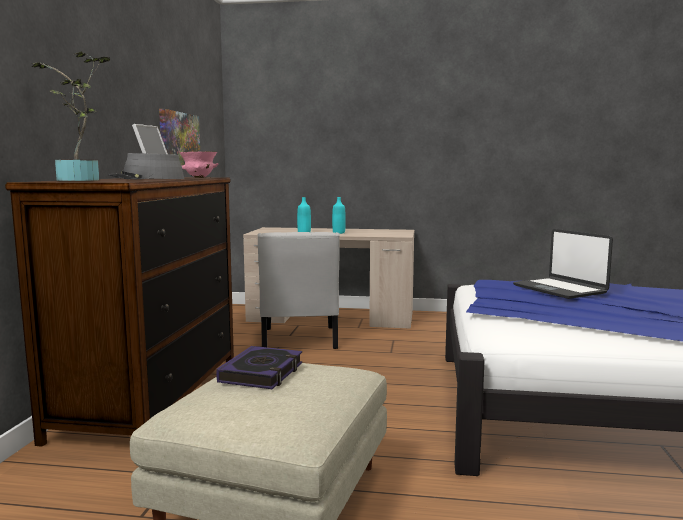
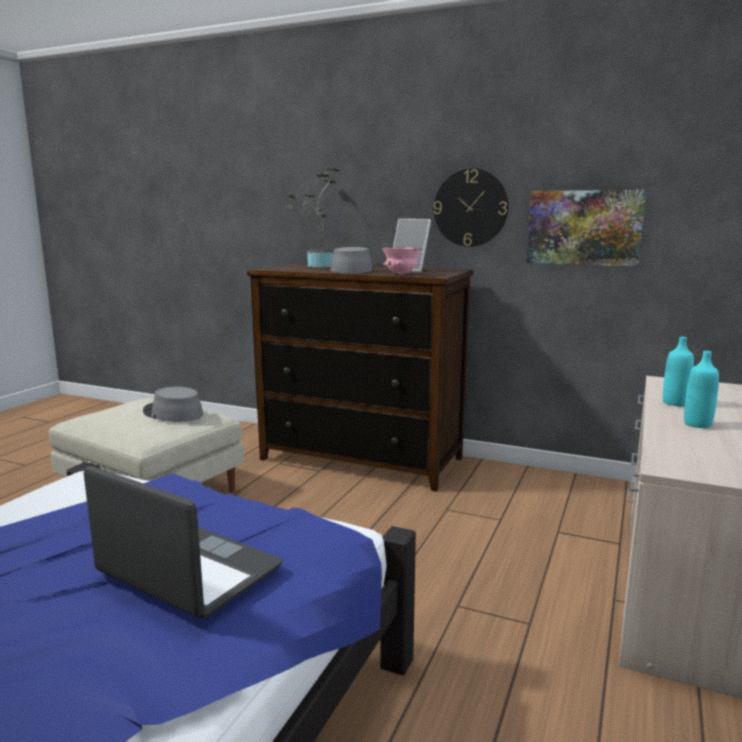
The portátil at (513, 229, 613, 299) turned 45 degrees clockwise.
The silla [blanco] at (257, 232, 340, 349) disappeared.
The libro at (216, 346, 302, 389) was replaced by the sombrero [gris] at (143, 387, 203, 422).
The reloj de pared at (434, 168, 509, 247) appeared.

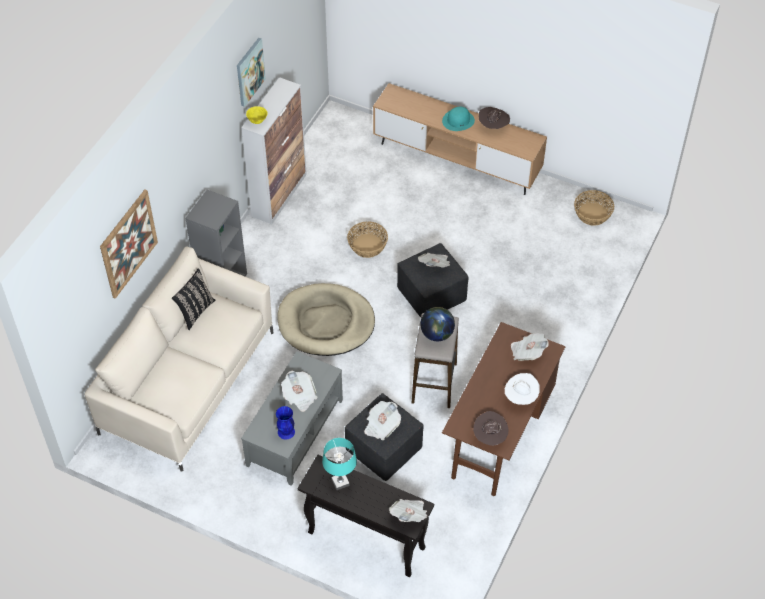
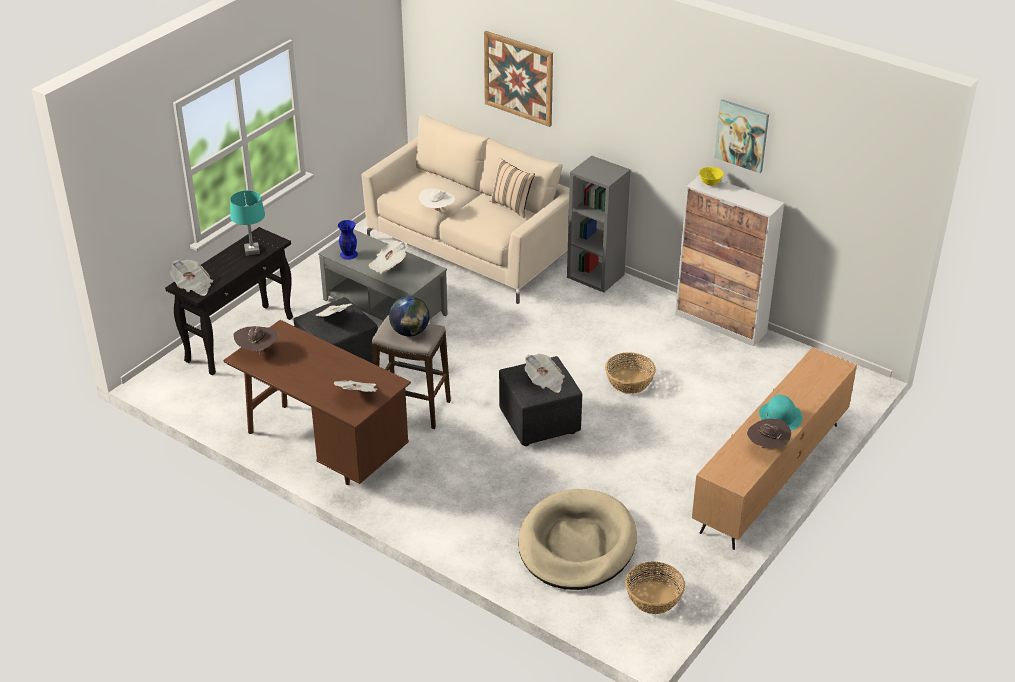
The cojín [negro] at (172, 268, 215, 330) became the cojín [beis] at (489, 158, 535, 218).
The cama para perro [beis] moved from (277, 283, 375, 356) to (518, 489, 637, 590).
The sombrero [blanco] moved from (505, 373, 540, 405) to (419, 189, 455, 212).

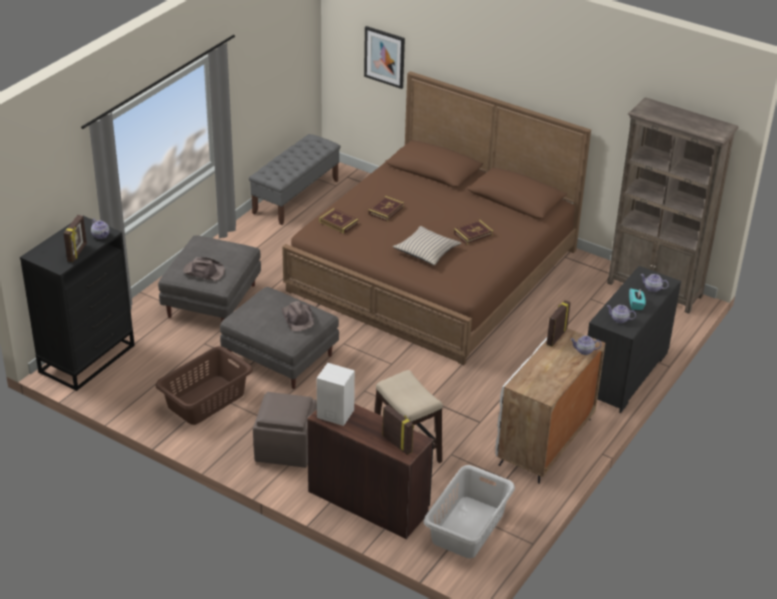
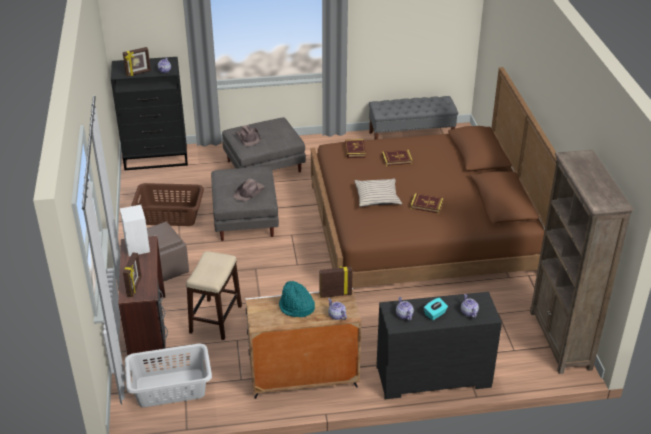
The cuadro at (364, 26, 405, 89) disappeared.
The sombrero [turquesa] at (279, 281, 315, 317) appeared.

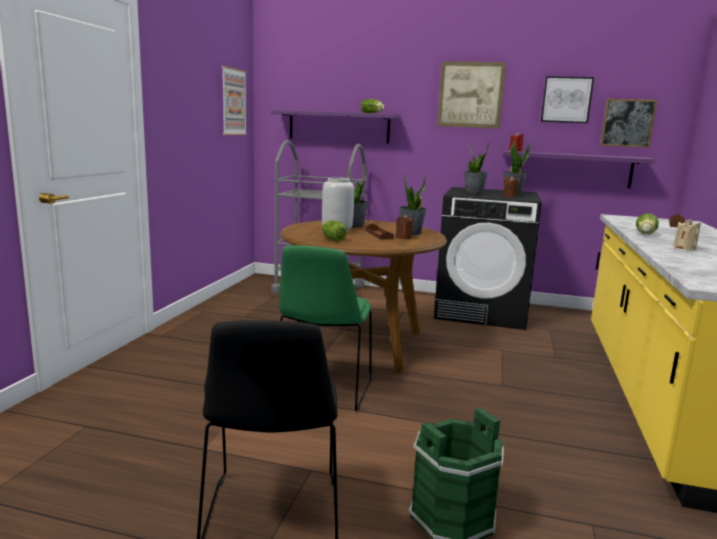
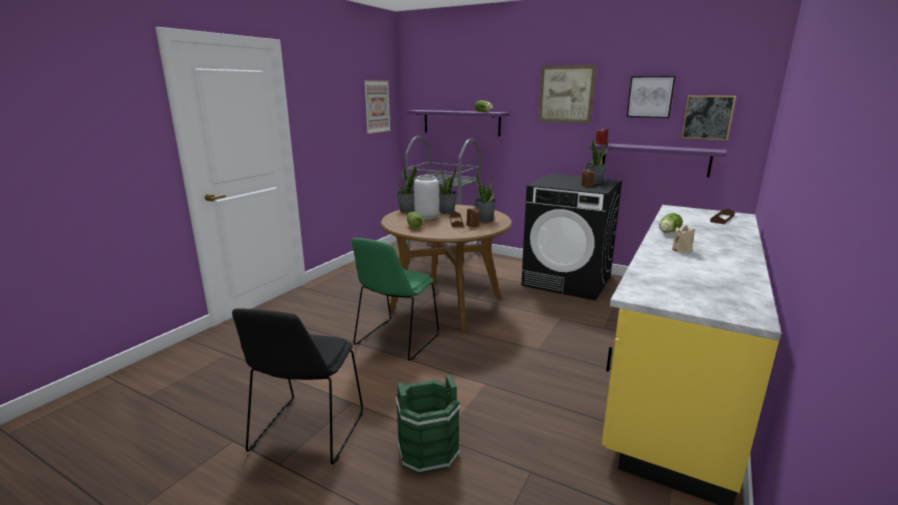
The planta en maceta moved from (464, 140, 489, 194) to (396, 165, 417, 213).

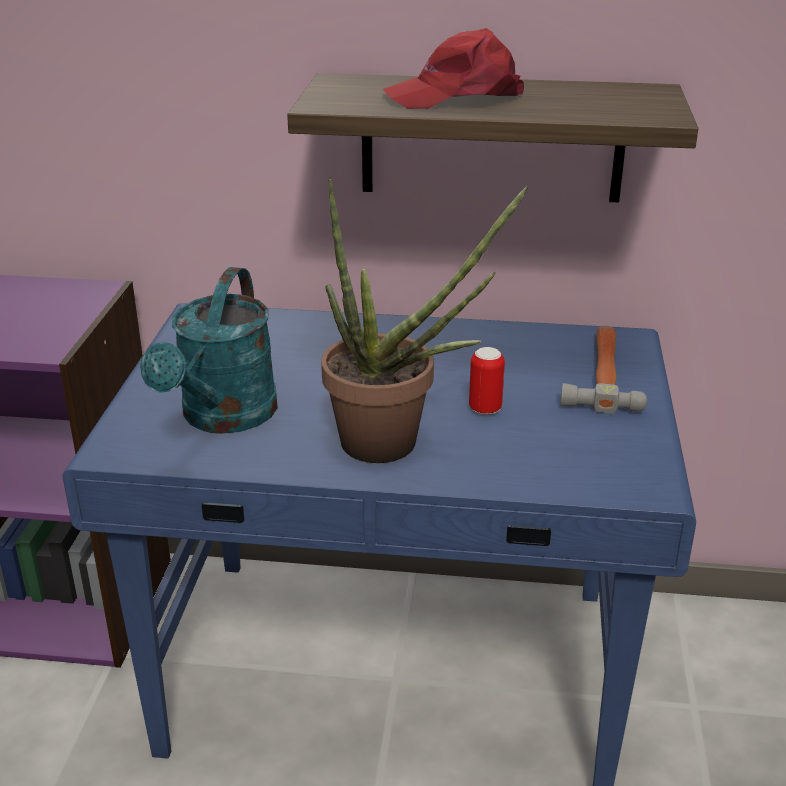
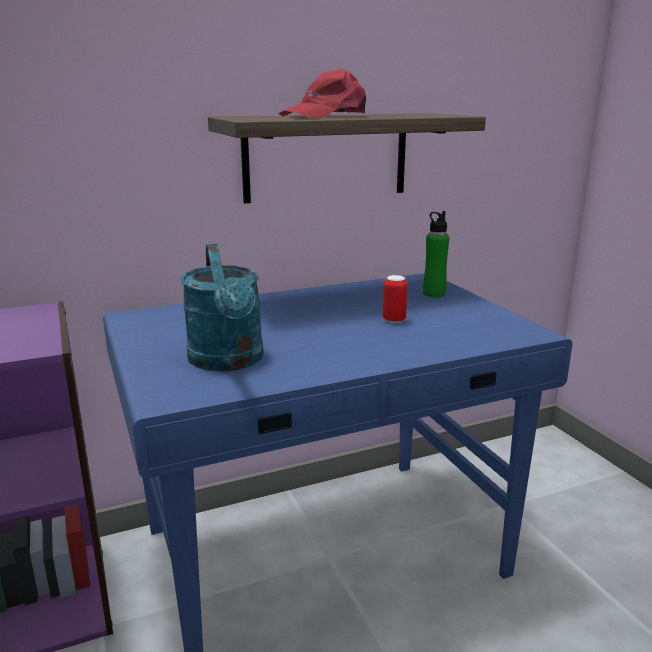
The planta en maceta at (321, 179, 528, 463) disappeared.
The martillo at (560, 326, 647, 414) was replaced by the botella [verde] at (423, 211, 449, 297).

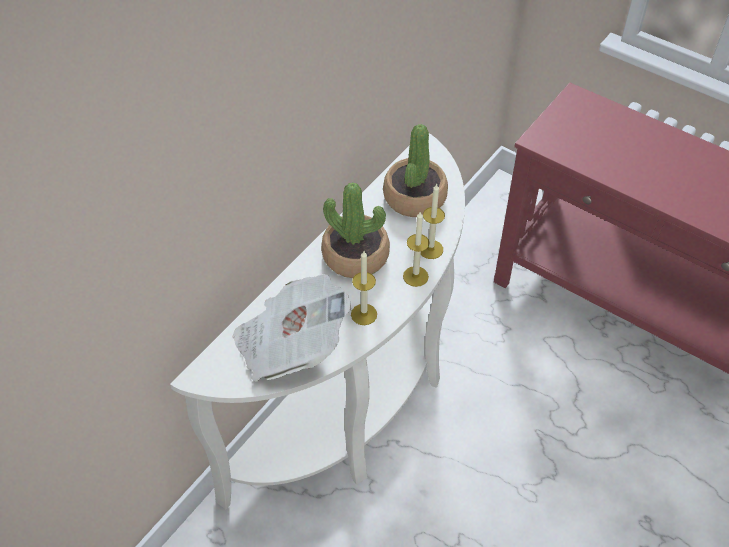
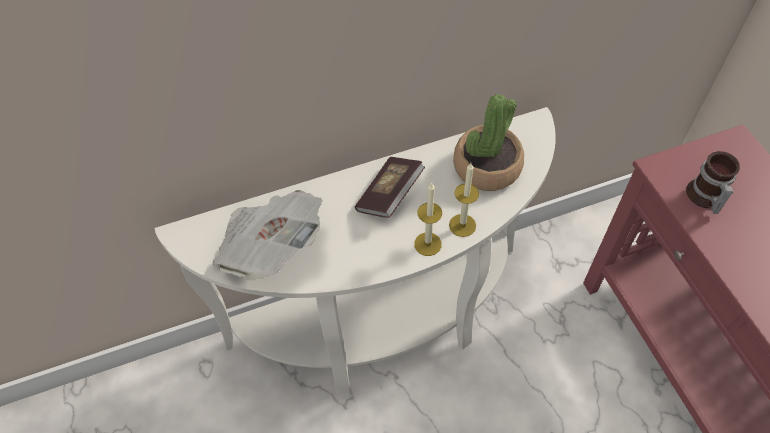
The planta en maceta at (321, 182, 390, 278) was replaced by the libro at (355, 157, 425, 218).
The vela at (351, 251, 377, 325) disappeared.
The taza grande at (686, 151, 740, 214) appeared.

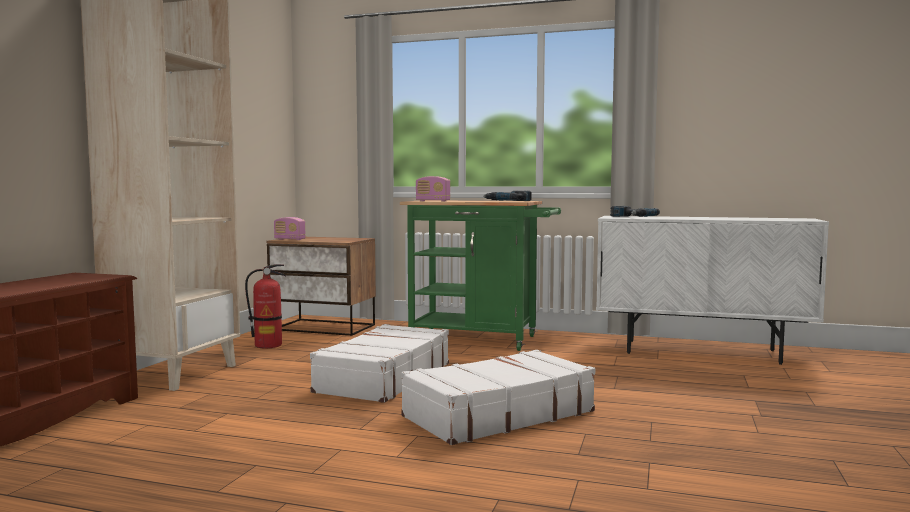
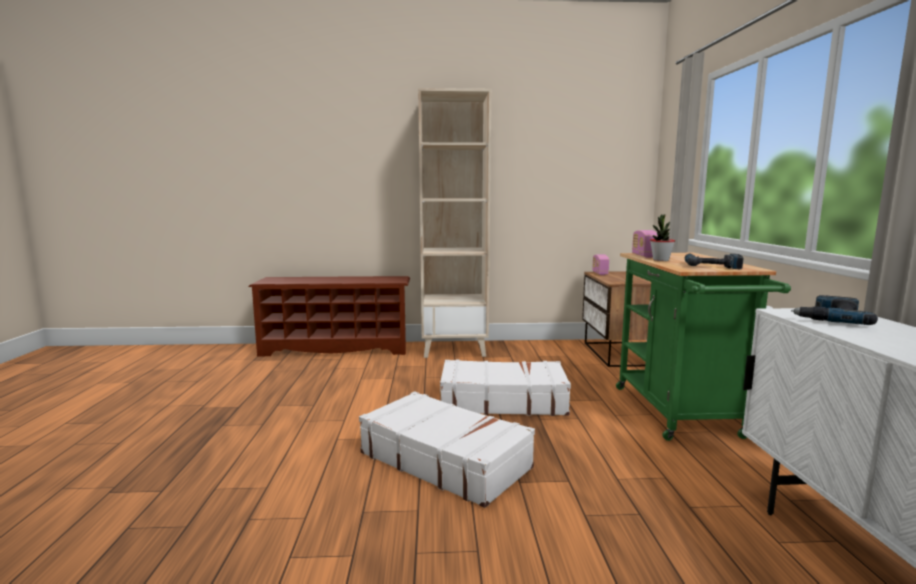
The extintor at (245, 264, 286, 348) disappeared.
The planta en maceta at (650, 214, 675, 261) appeared.

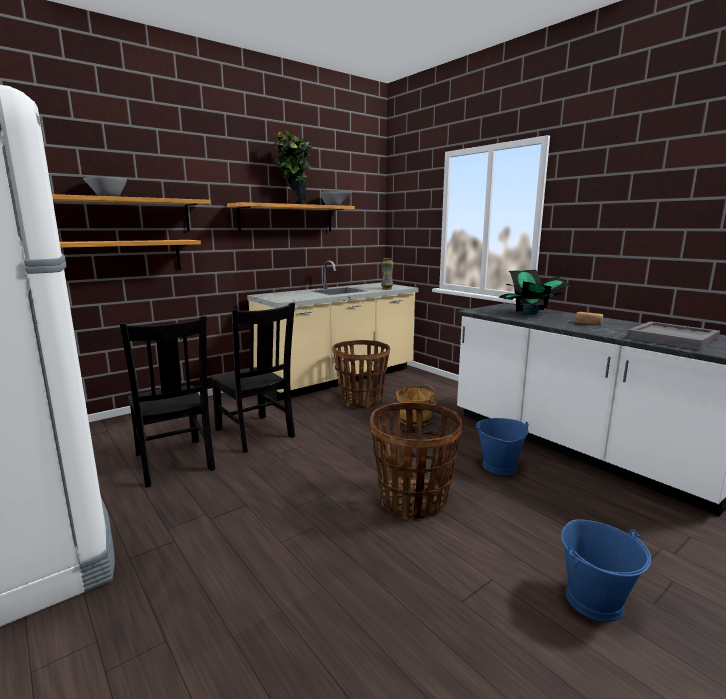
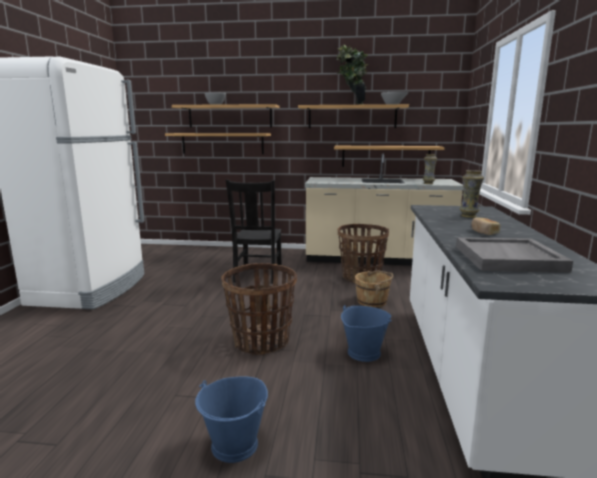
The planta en maceta at (498, 270, 570, 315) was replaced by the florero at (460, 170, 484, 218).
The silla [negro] at (120, 316, 215, 487) disappeared.
The estante at (334, 146, 445, 167) appeared.

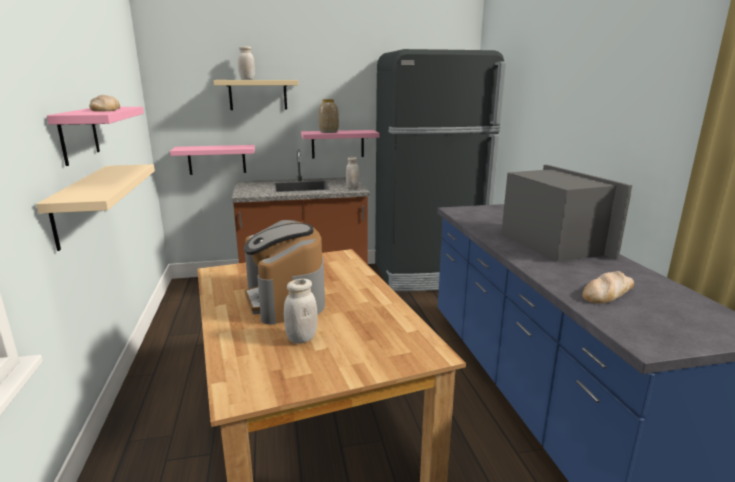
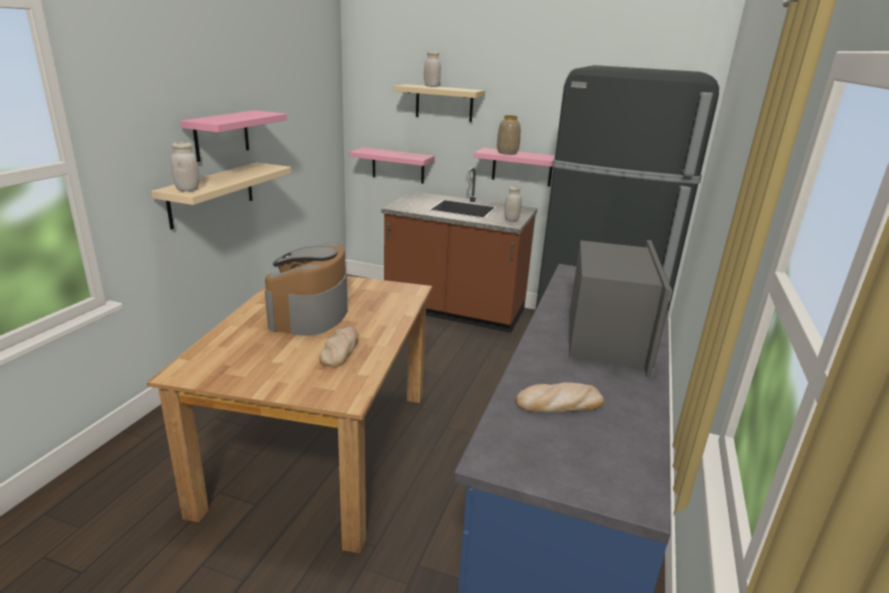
The pan moved from (89, 95, 120, 112) to (319, 327, 359, 367).
The tarro [blanco] moved from (284, 279, 318, 344) to (171, 142, 200, 191).

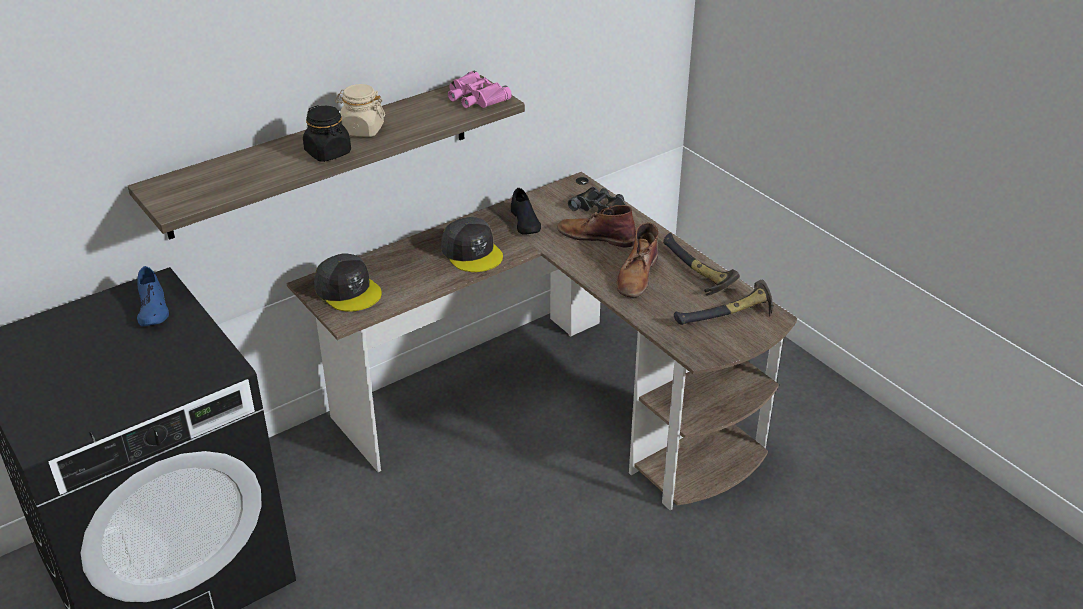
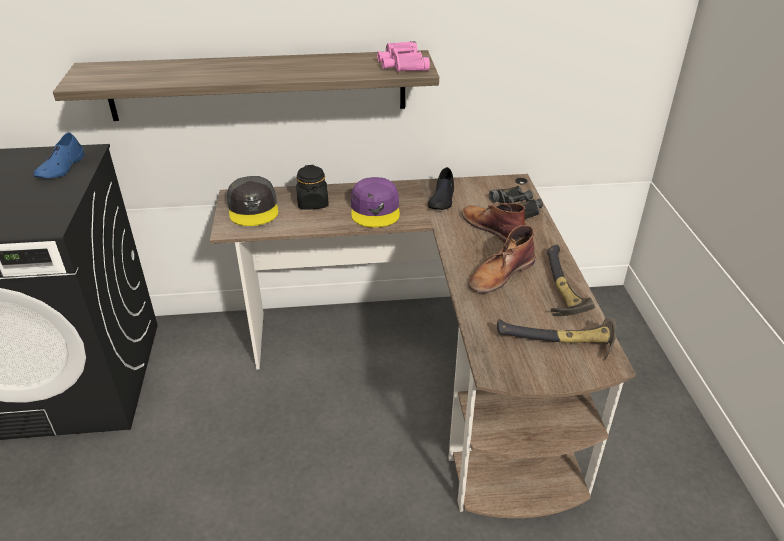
The tarro [beis] at (335, 84, 385, 137) disappeared.
The tarro [negro] moved from (303, 105, 351, 162) to (296, 165, 329, 210).
The gorra [gris] at (441, 217, 503, 272) became the gorra [morado] at (351, 177, 400, 227).

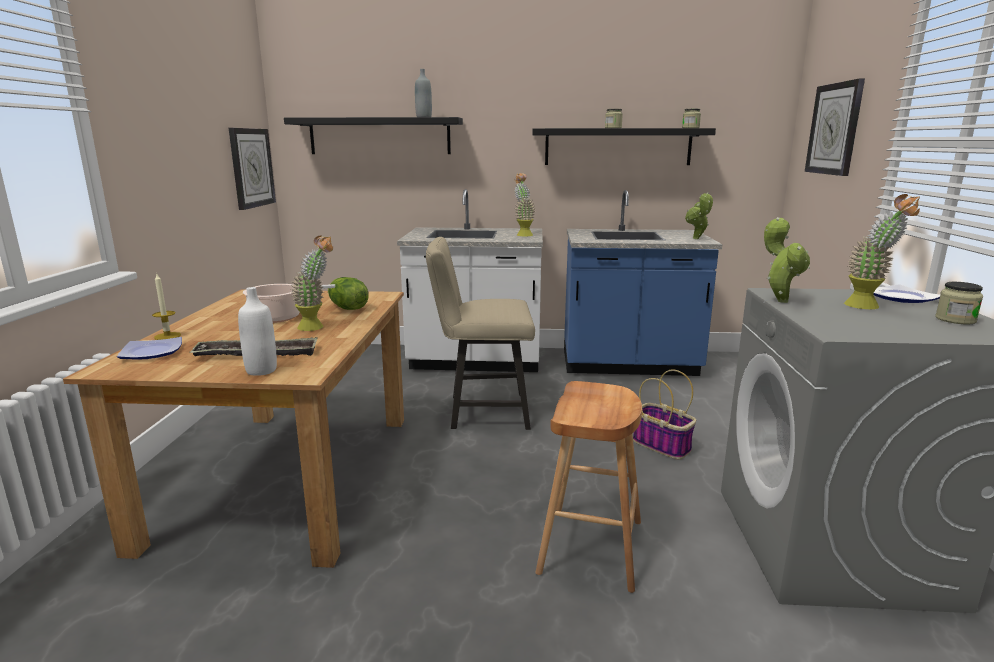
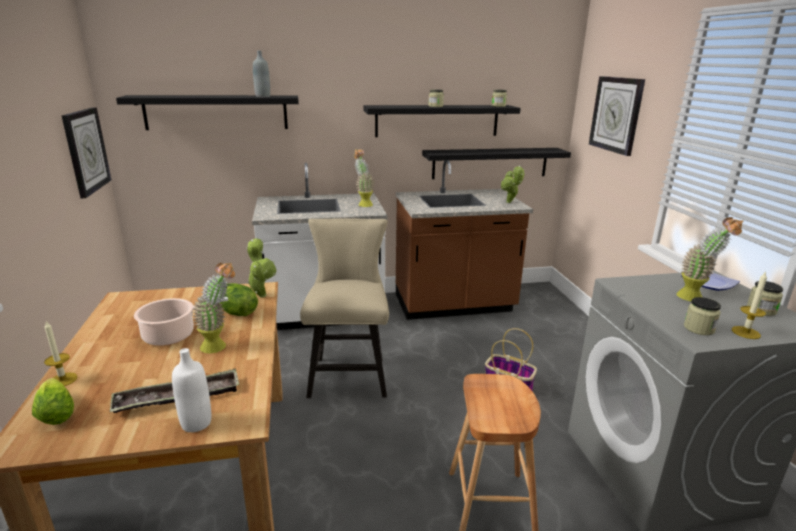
The mueble bajo de cocina [azul] at (564, 190, 723, 376) became the mueble bajo de cocina [marrón] at (396, 160, 533, 320).
The planta en maceta moved from (764, 217, 810, 303) to (247, 238, 277, 298).
The silla [beis] at (426, 237, 535, 430) turned 105 degrees clockwise.
The plato at (117, 337, 182, 360) was replaced by the lechuga at (32, 378, 74, 425).
The estante [negro] at (422, 148, 571, 179) appeared.
The vela at (732, 271, 767, 339) appeared.
The tarro at (684, 297, 721, 335) appeared.

